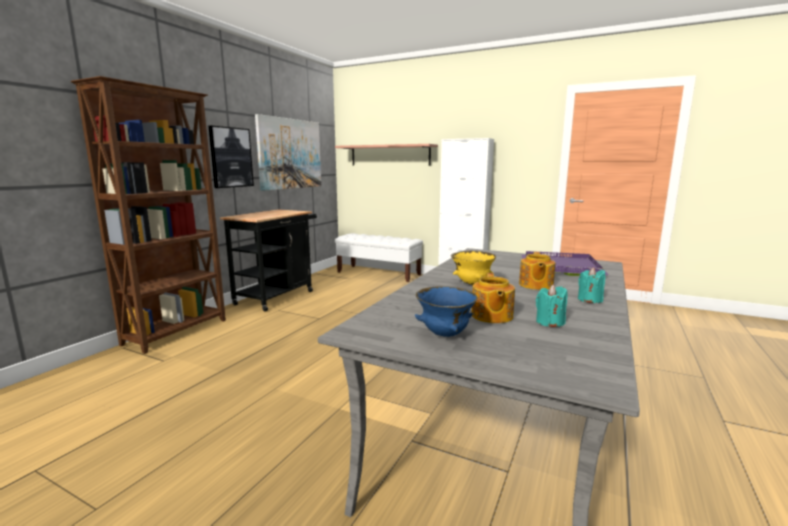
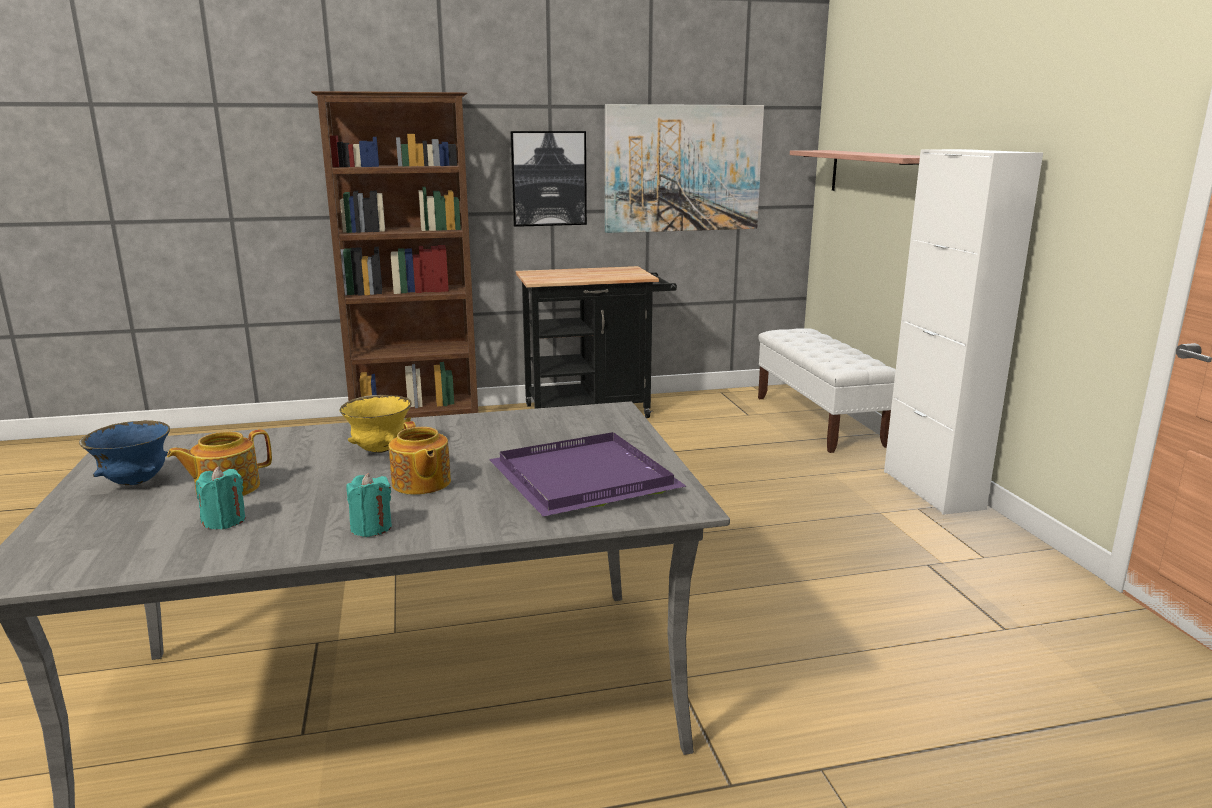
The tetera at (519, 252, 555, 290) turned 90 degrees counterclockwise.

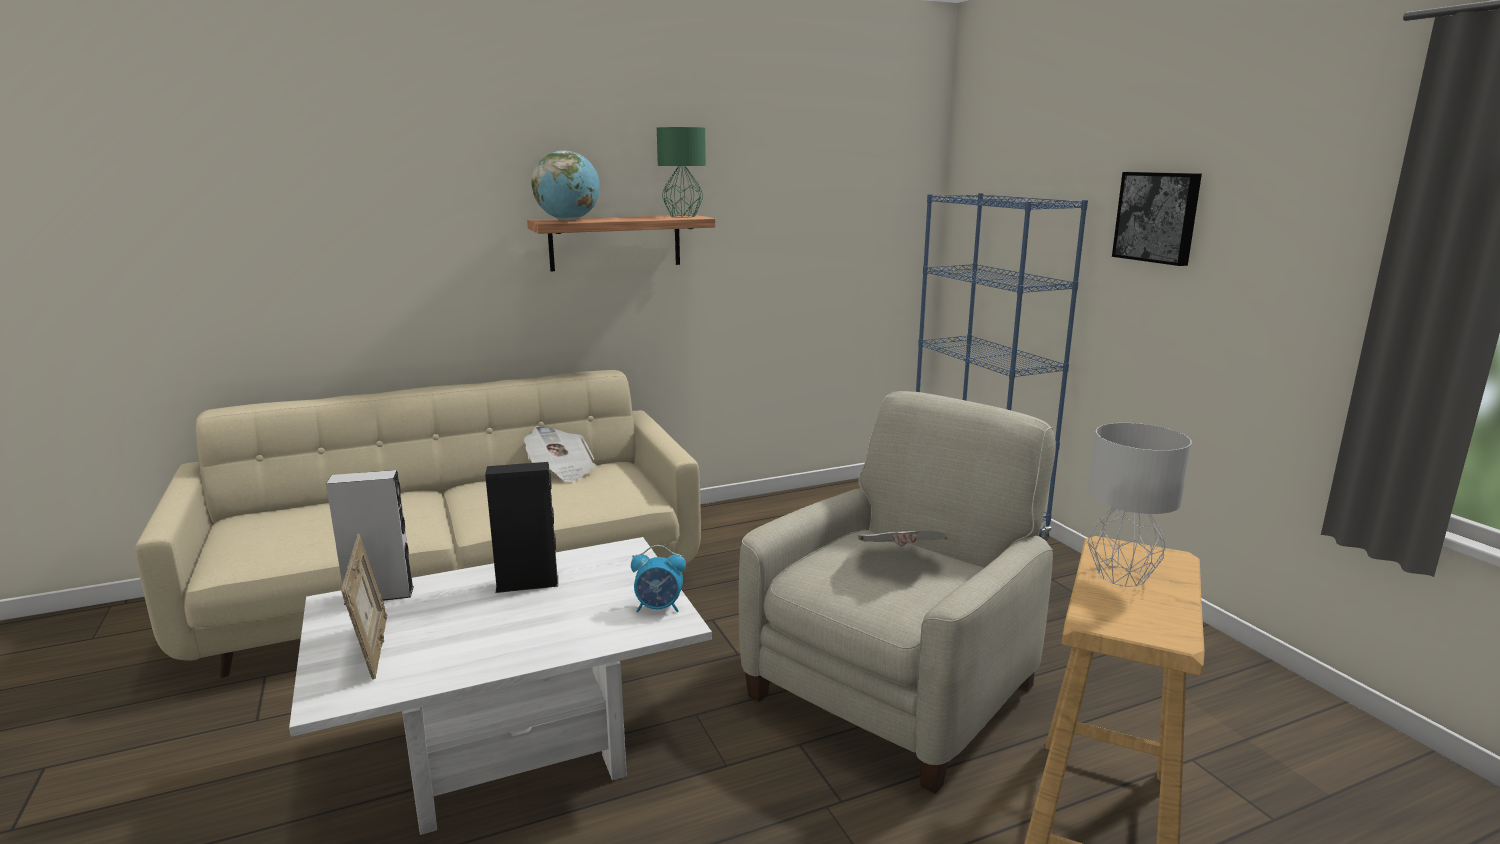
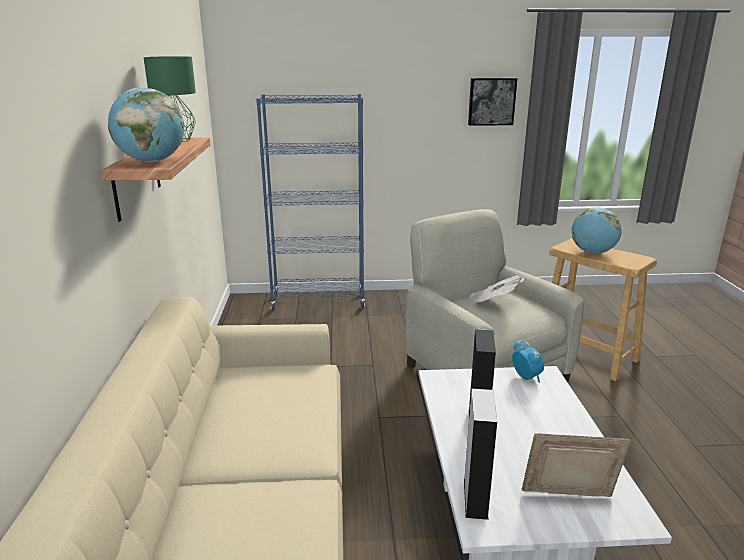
The cuadro moved from (1112, 172, 1202, 266) to (468, 78, 517, 126).
The lámpara de mesa [gris] at (1087, 423, 1192, 586) was replaced by the globo terráqueo at (572, 207, 622, 254).
The periódico at (524, 426, 596, 483) disappeared.
The despertador at (631, 545, 686, 612) turned 45 degrees counterclockwise.

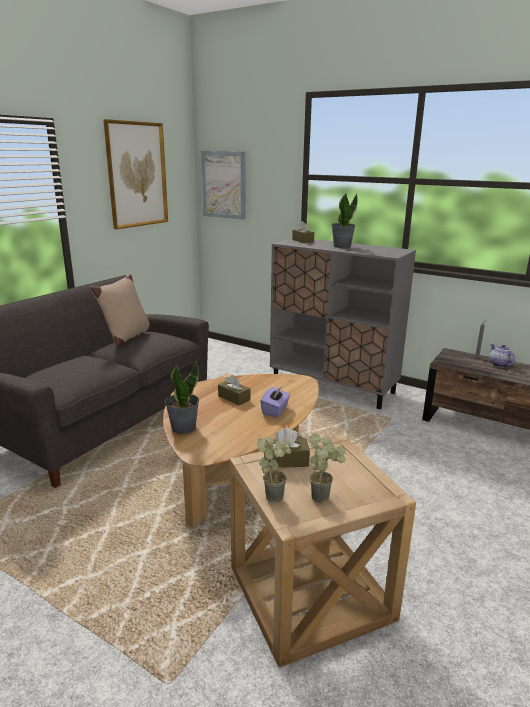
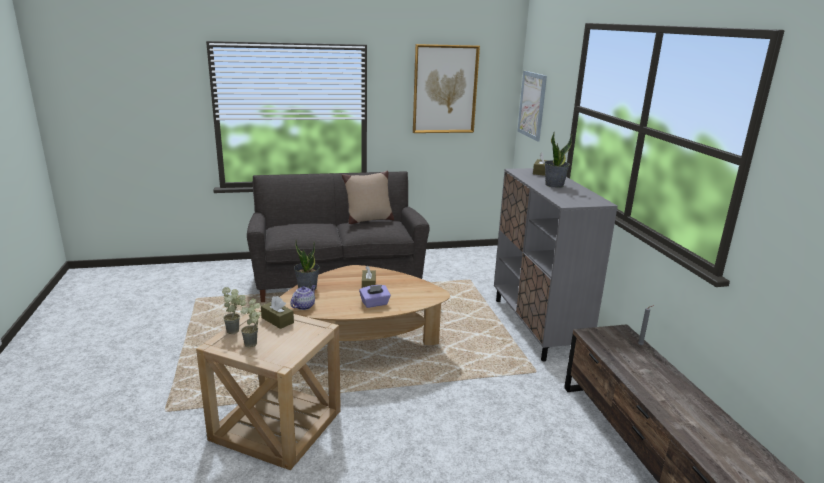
The tetera moved from (490, 344, 515, 367) to (290, 285, 316, 310).

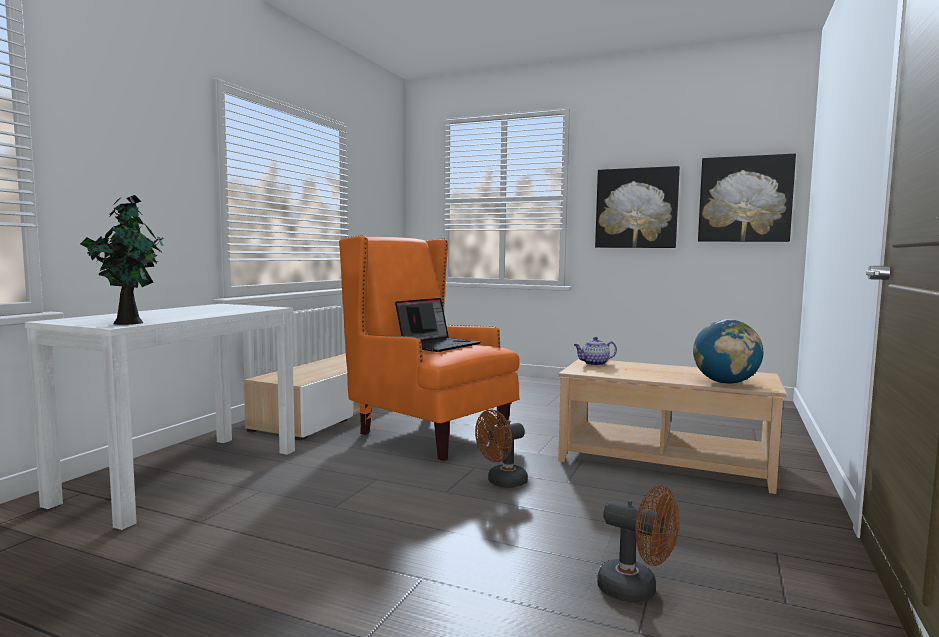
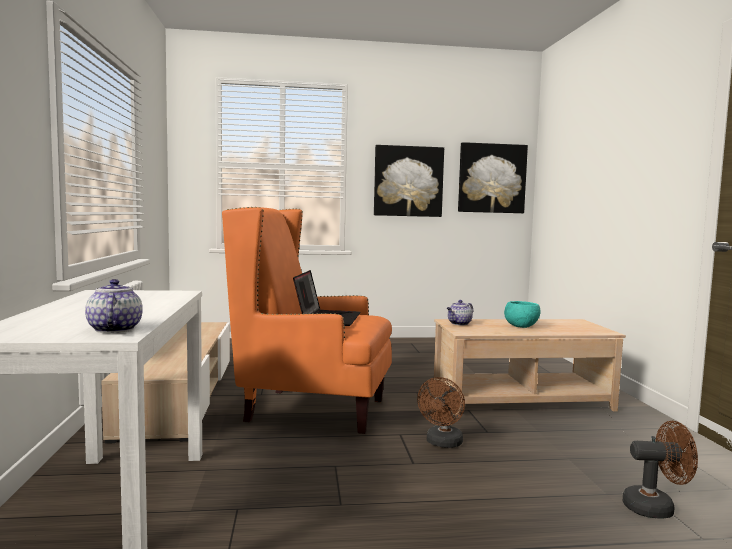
The planta en maceta at (80, 195, 164, 325) was replaced by the tetera at (85, 279, 143, 333).
The globo terráqueo at (693, 319, 763, 384) disappeared.
The cuenco [turquesa] at (504, 301, 541, 328) appeared.

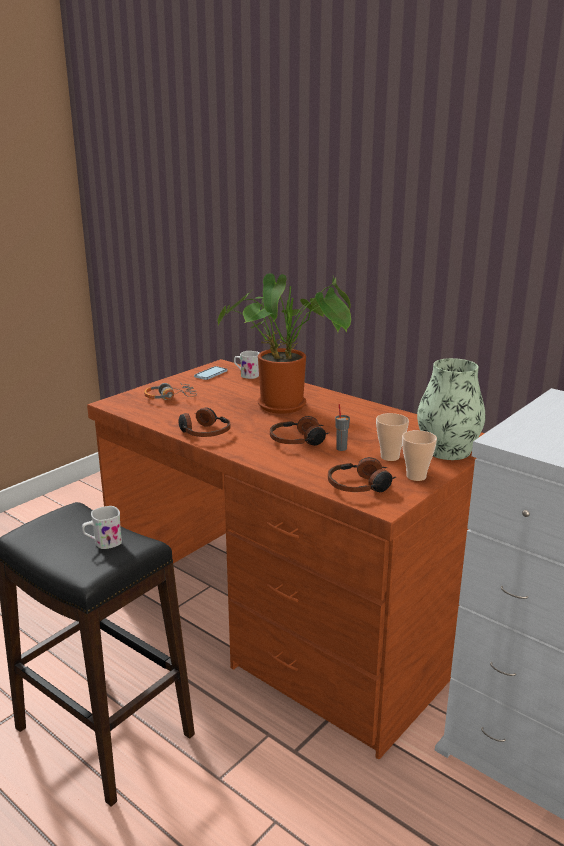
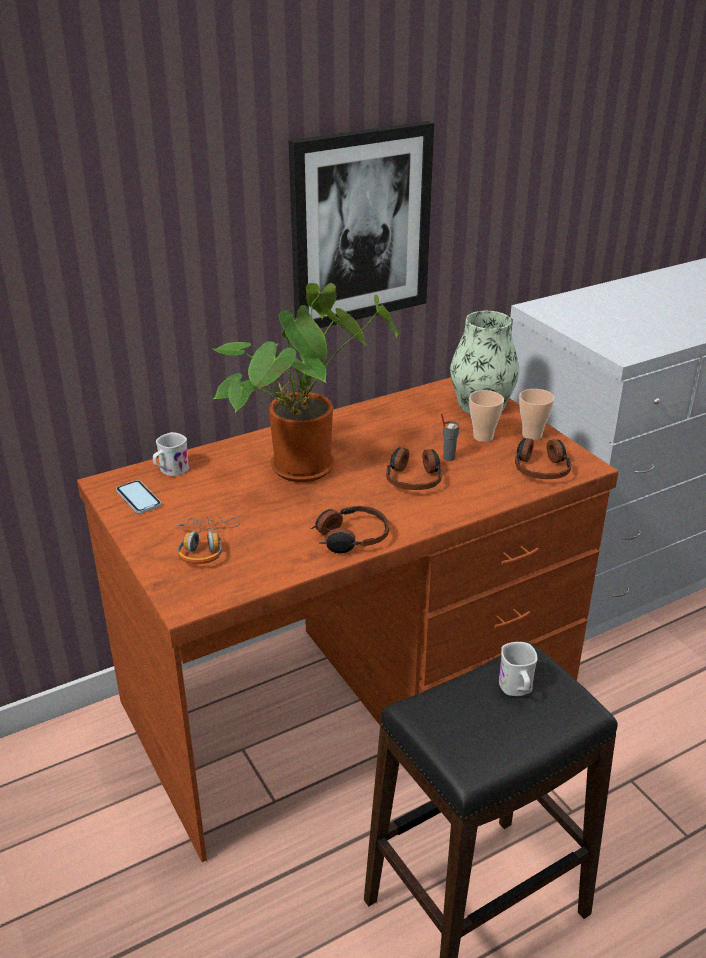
The cuadro at (289, 121, 434, 328) appeared.

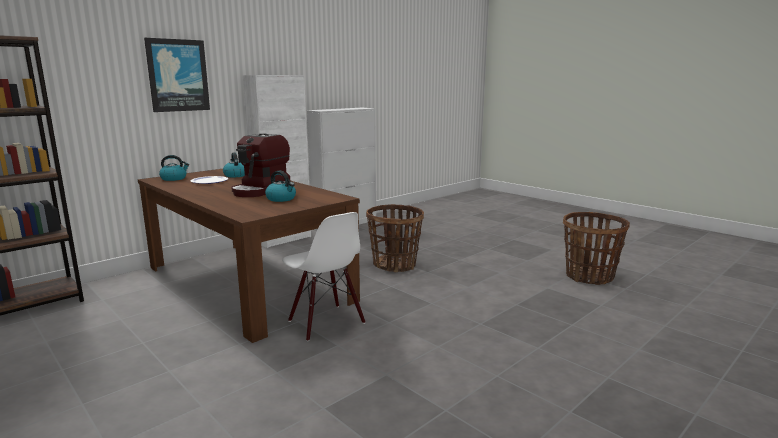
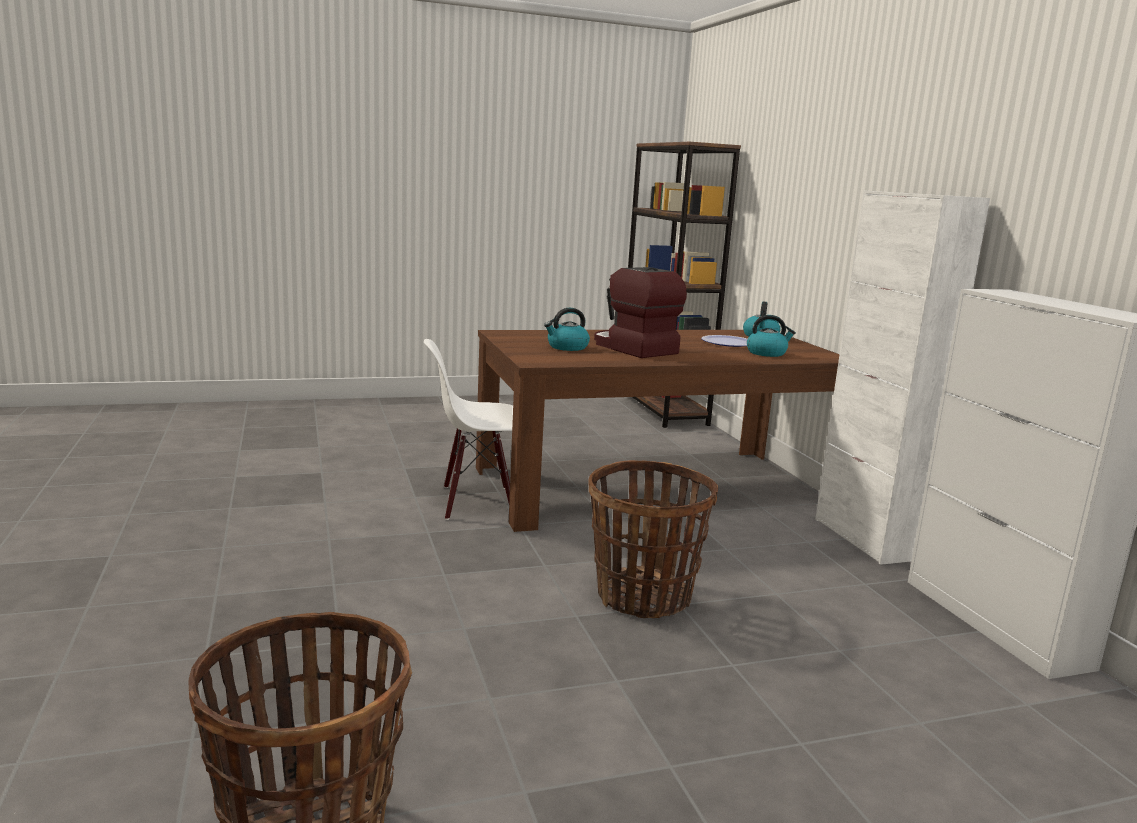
The cuadro at (144, 38, 210, 112) disappeared.

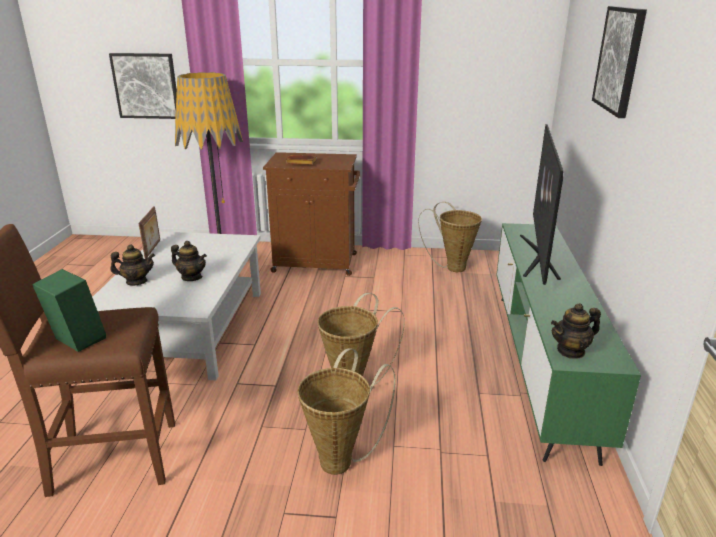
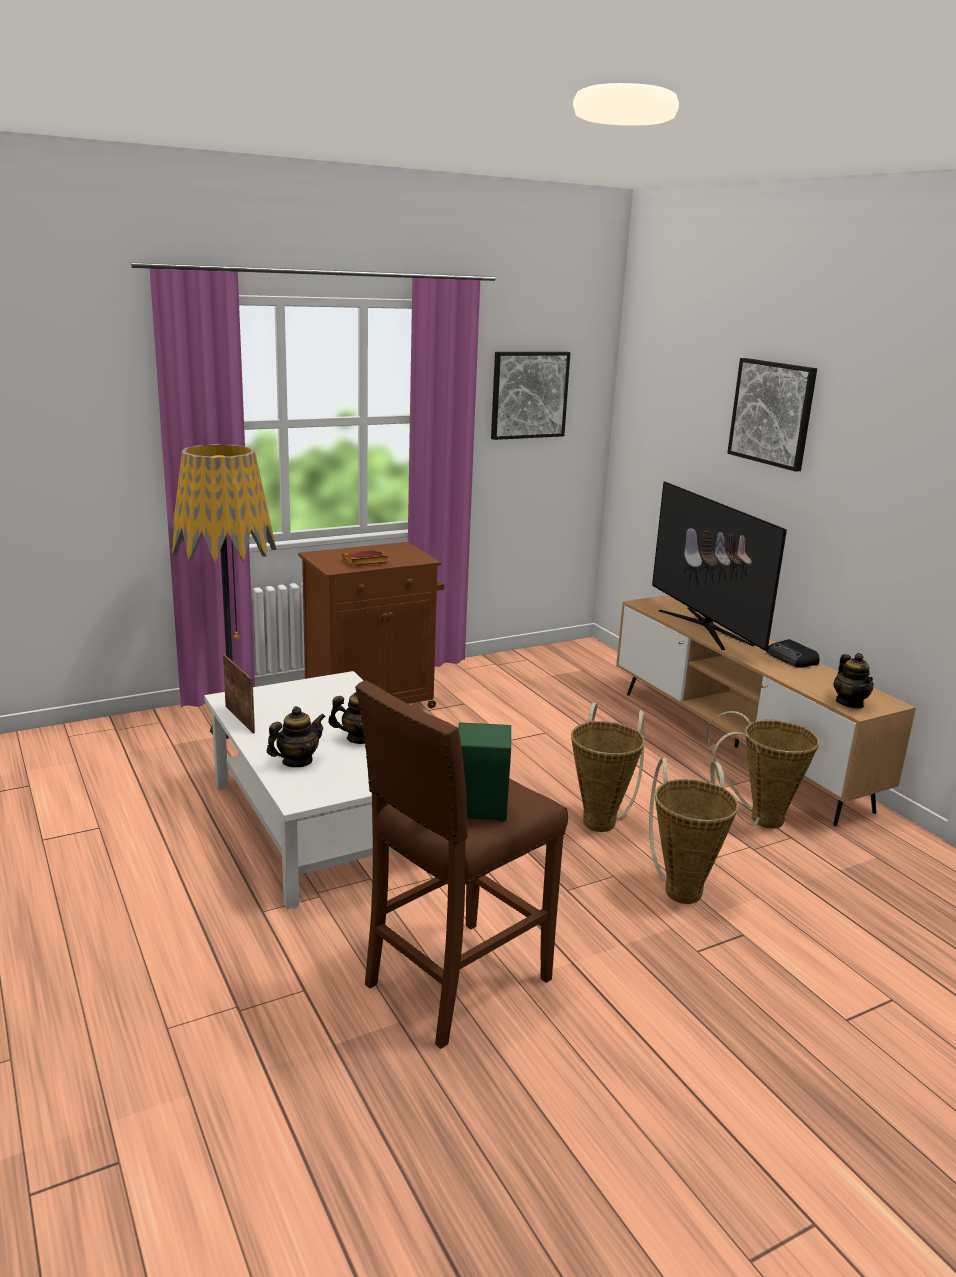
The cuadro moved from (109, 53, 177, 119) to (491, 352, 571, 440).
The cesta moved from (418, 202, 482, 272) to (706, 711, 820, 829).
The mueble de televisión [verde] at (496, 223, 641, 466) became the mueble de televisión [marrón] at (616, 595, 916, 826).
The tetera at (551, 303, 601, 359) turned 45 degrees counterclockwise.
The radio at (767, 639, 820, 668) appeared.

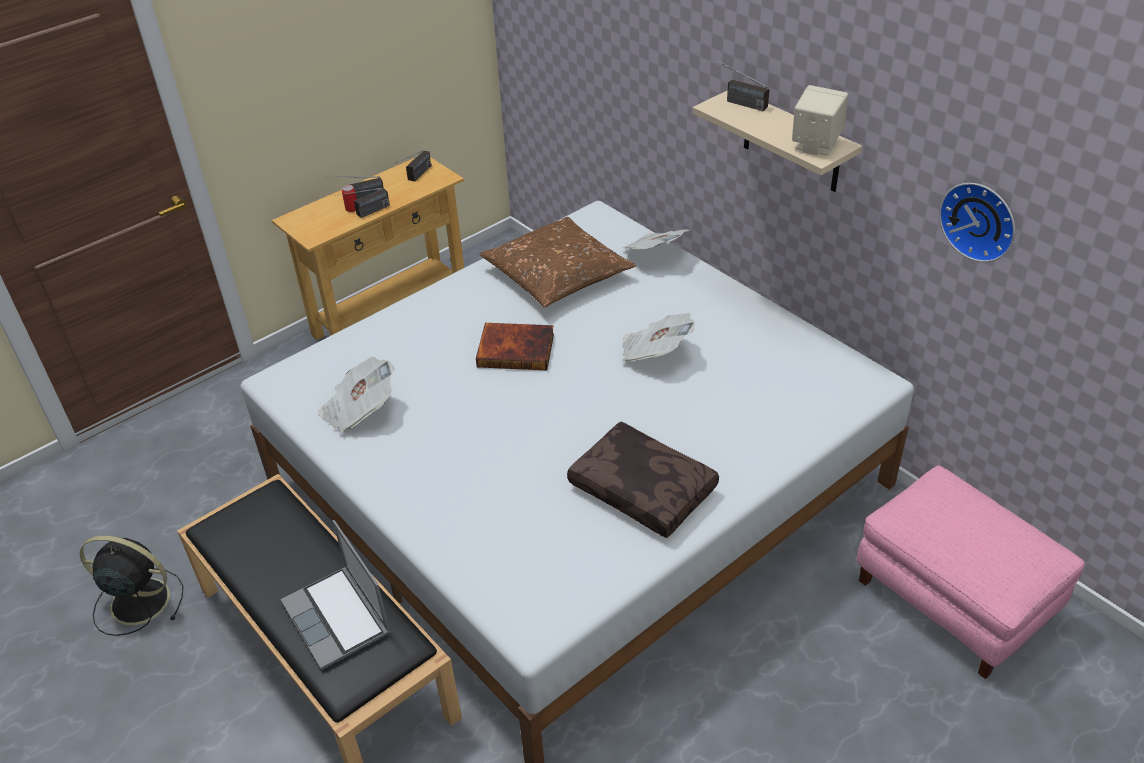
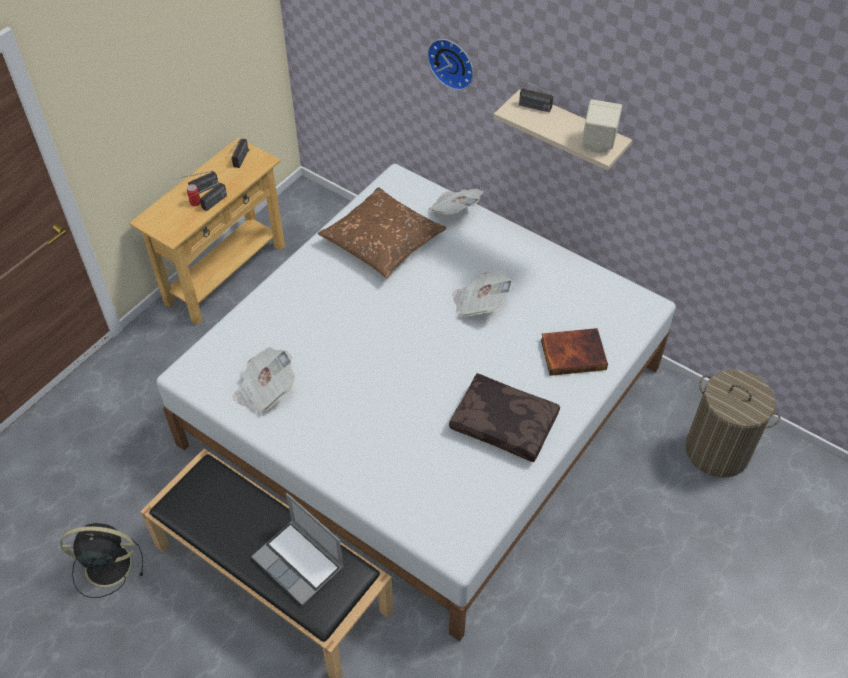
The reloj de pared moved from (939, 183, 1015, 262) to (427, 39, 474, 90).
The libro moved from (476, 323, 554, 370) to (541, 328, 608, 376).
The puf [rosa] at (857, 465, 1084, 679) was replaced by the cesto de la ropa at (685, 370, 780, 478).

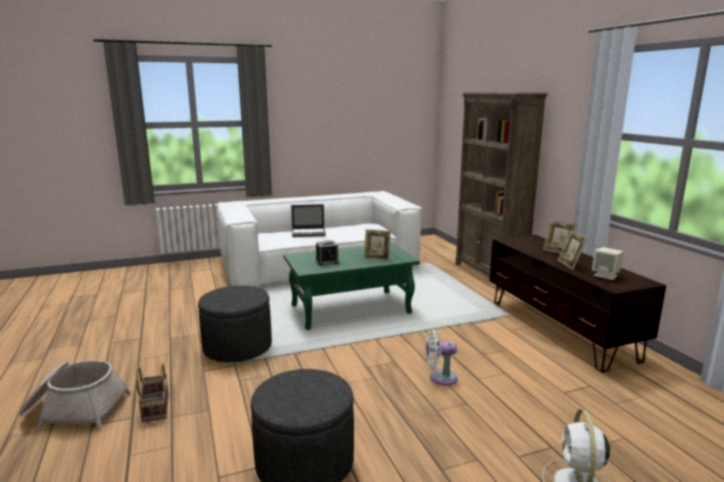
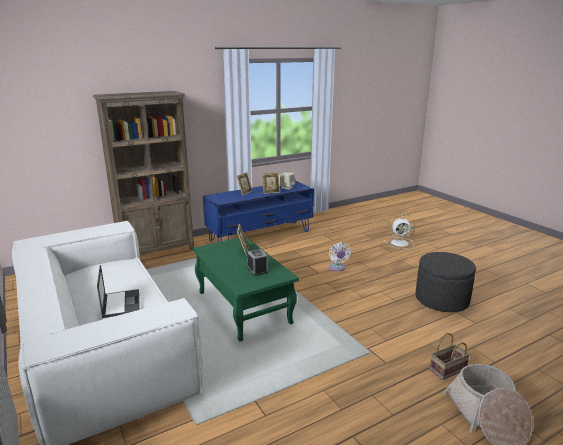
The mueble de televisión [marrón] at (490, 235, 666, 372) became the mueble de televisión [azul] at (203, 181, 314, 242).
The puf [gris] at (198, 285, 272, 362) disappeared.

